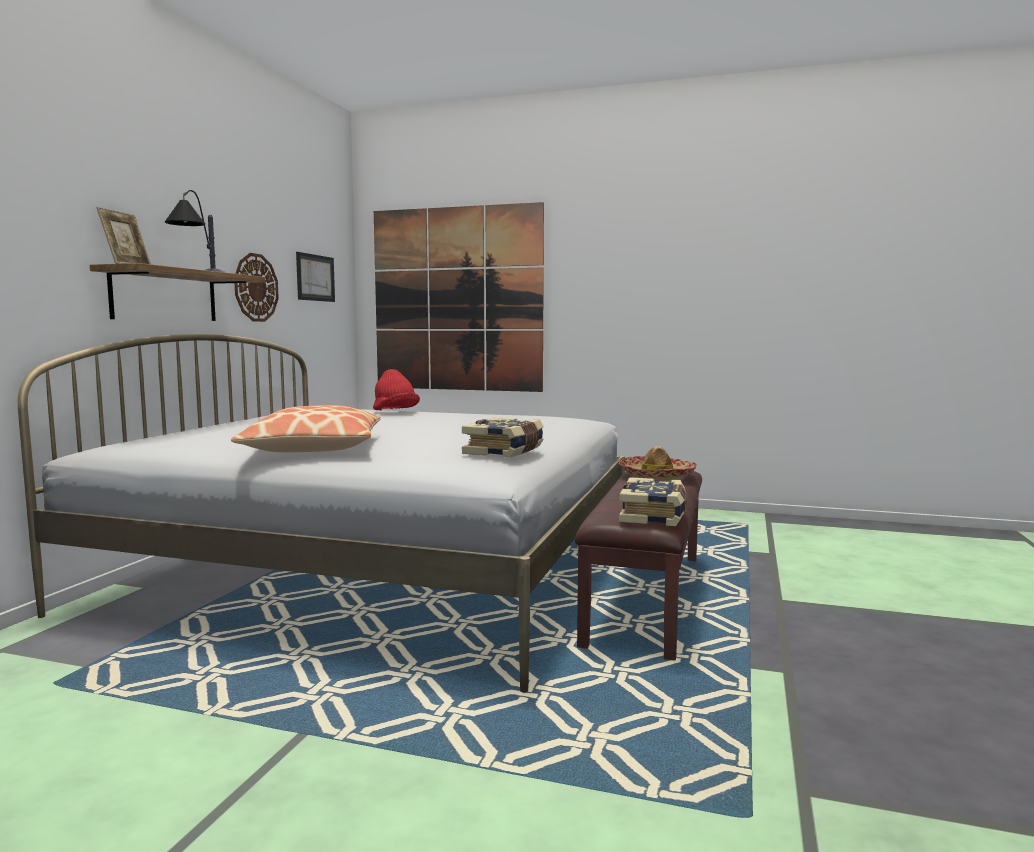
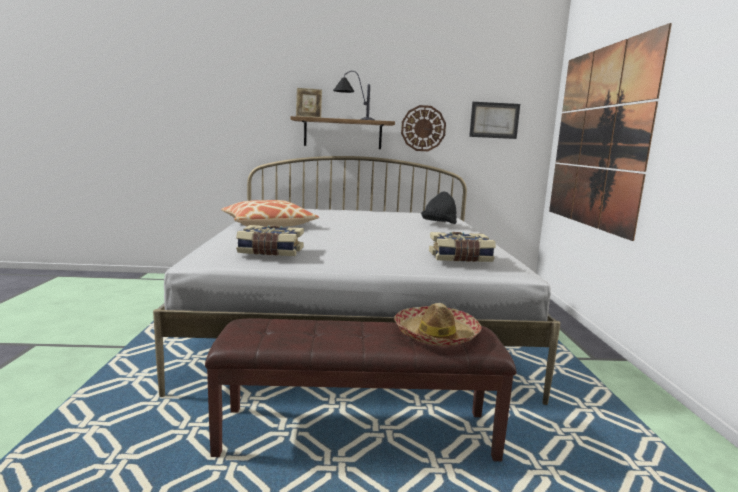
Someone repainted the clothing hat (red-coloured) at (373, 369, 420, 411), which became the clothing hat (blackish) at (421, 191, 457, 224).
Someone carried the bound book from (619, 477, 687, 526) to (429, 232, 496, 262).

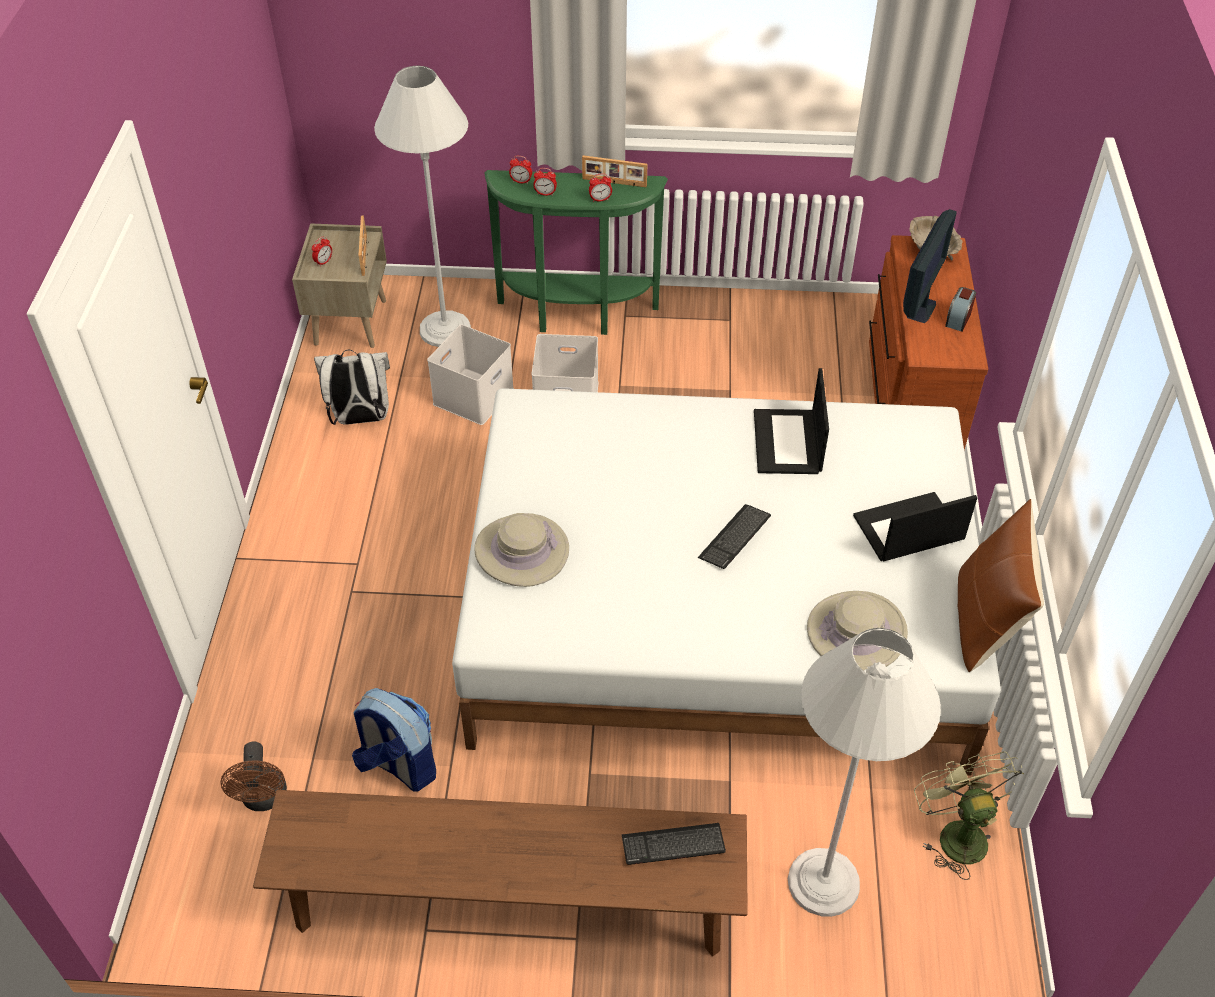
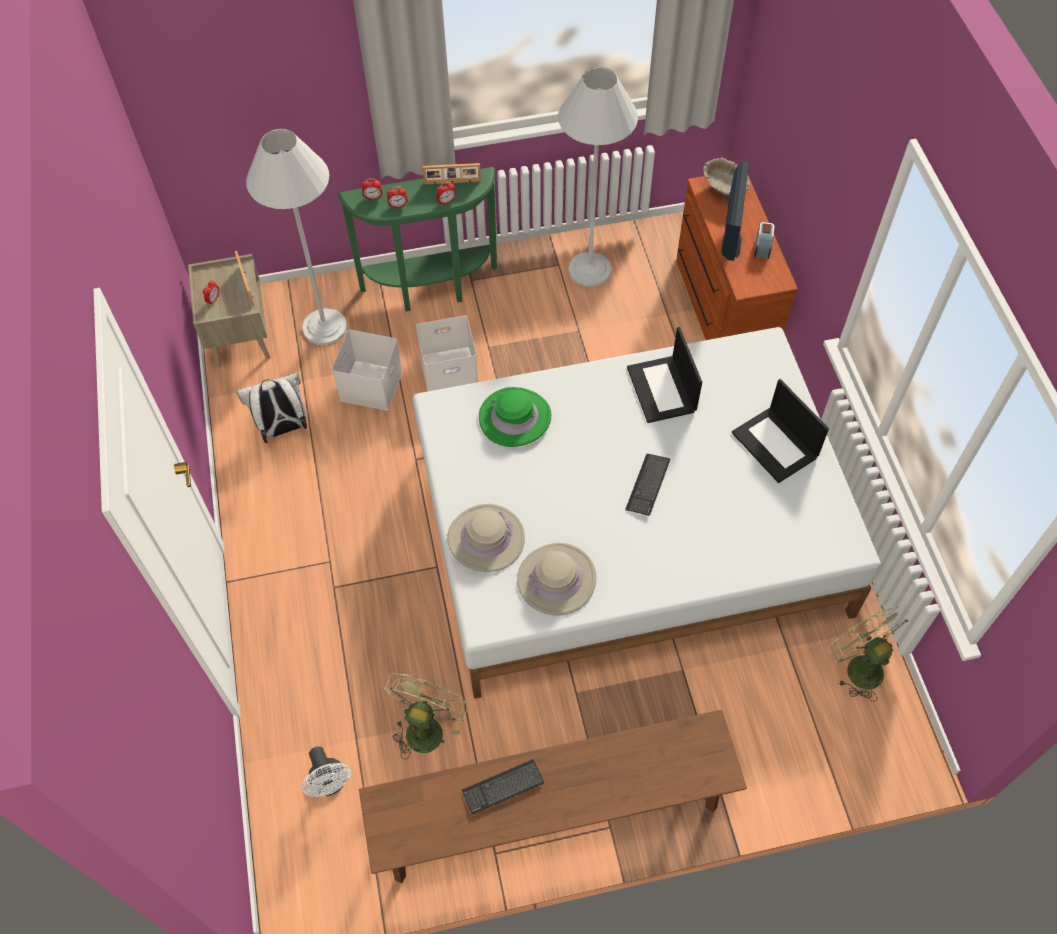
Someone repainted the electric fan (brownish) at (220, 741, 287, 811), which became the electric fan (white) at (302, 746, 351, 797).
Someone swapped the rucksack at (352, 688, 436, 791) for the electric fan (green) at (384, 673, 468, 760).
Someone carried the computer keyboard from (622, 823, 726, 865) to (462, 759, 544, 814).
Someone carried the standard lamp (white) from (788, 628, 941, 917) to (558, 67, 638, 287).
Someone carried the clothing hat (beige-coloured) from (807, 591, 908, 671) to (517, 543, 596, 615).
Someone rotated the notebook computer at (853, 492, 977, 561) by 90 degrees counterclockwise.
Someone took away the pillow (brownish) at (957, 499, 1044, 672).
Someone put down the clothing hat (green) at (479, 387, 551, 447).

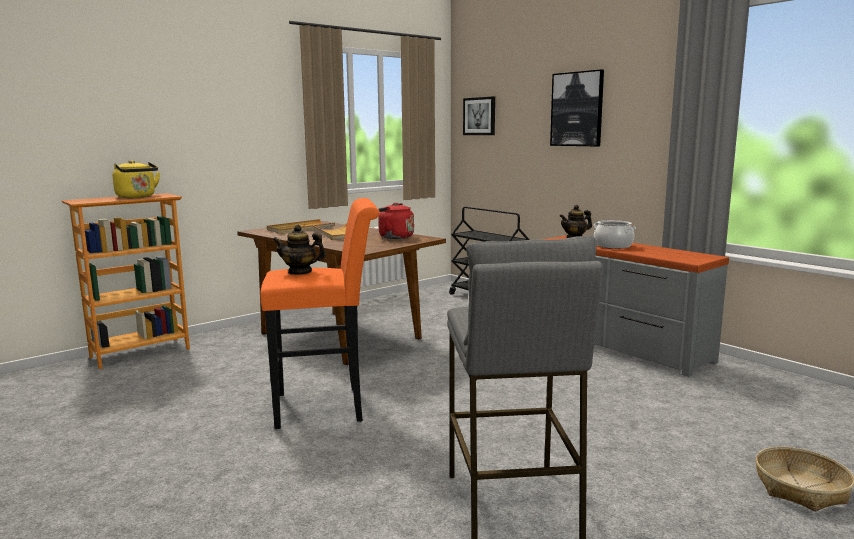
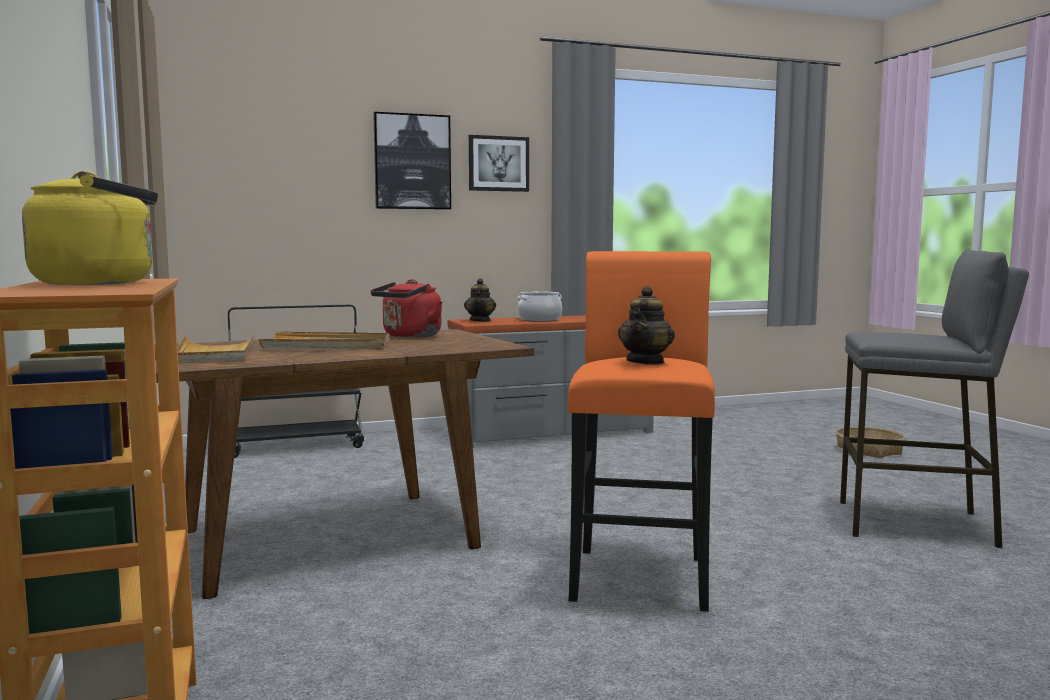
Someone carried the wall picture from (463, 97, 495, 135) to (469, 135, 529, 192).

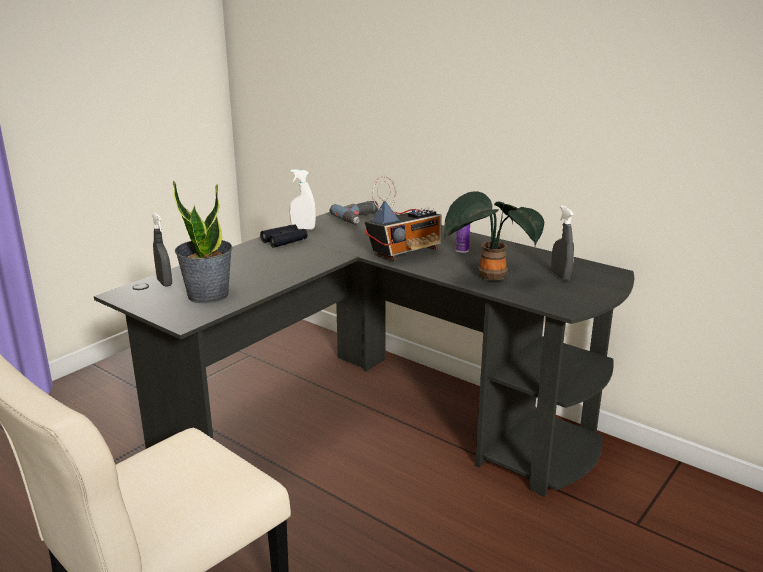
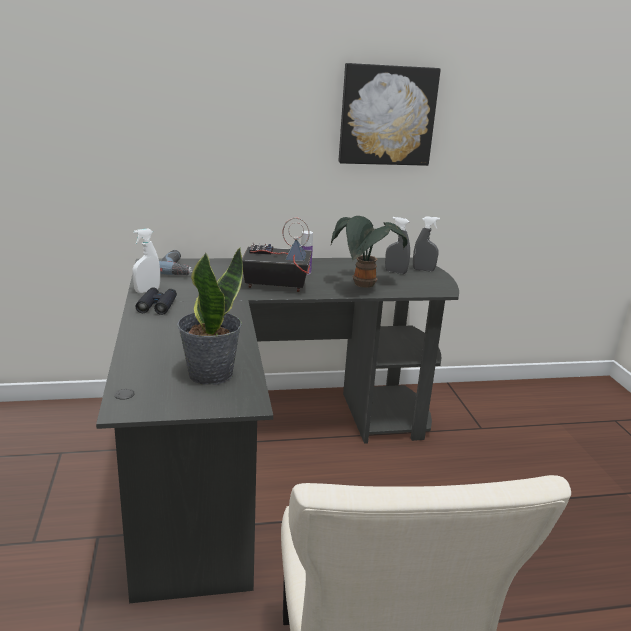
Someone carried the hand sprayer (gray) from (152, 213, 172, 287) to (413, 216, 440, 271).
Someone rotated the radio receiver at (365, 176, 442, 261) by 90 degrees counterclockwise.
Someone put up the wall picture at (339, 63, 441, 166).

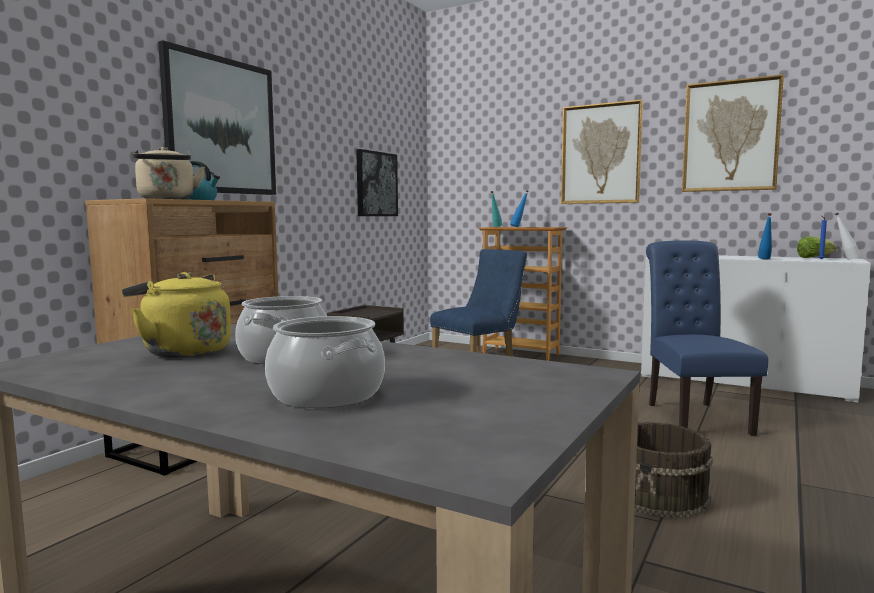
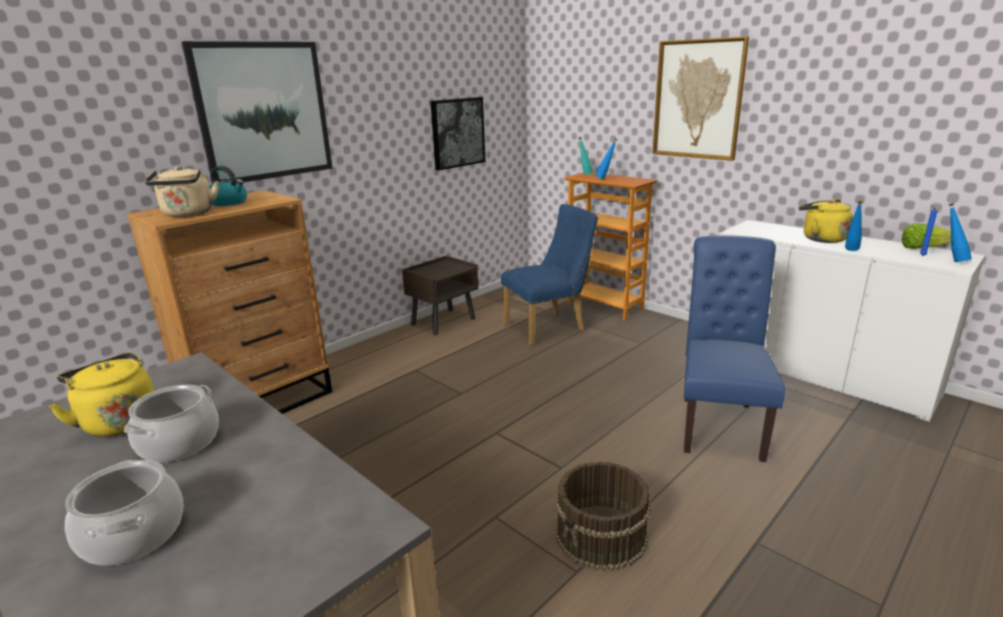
Someone took away the wall picture at (682, 74, 784, 192).
Someone repainted the bottle (white) at (835, 213, 861, 260), which became the bottle (bluish) at (949, 203, 972, 262).
Someone put down the kettle (yellow) at (799, 200, 853, 243).

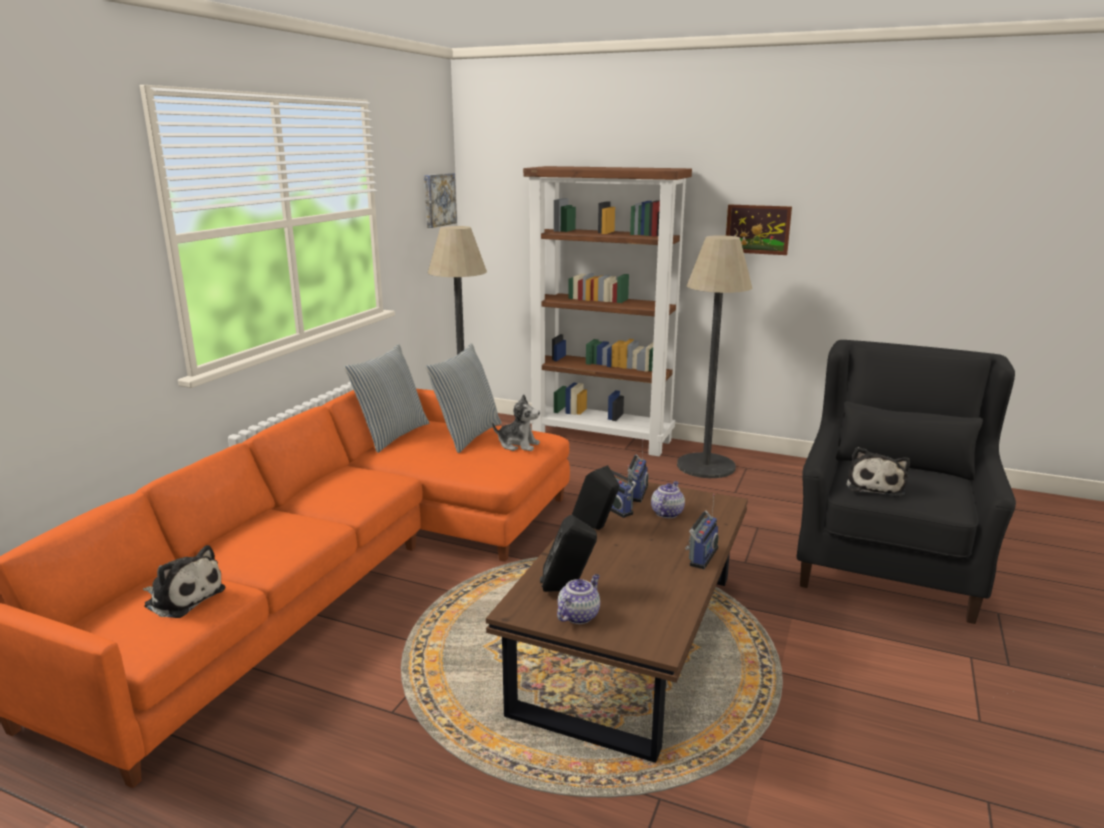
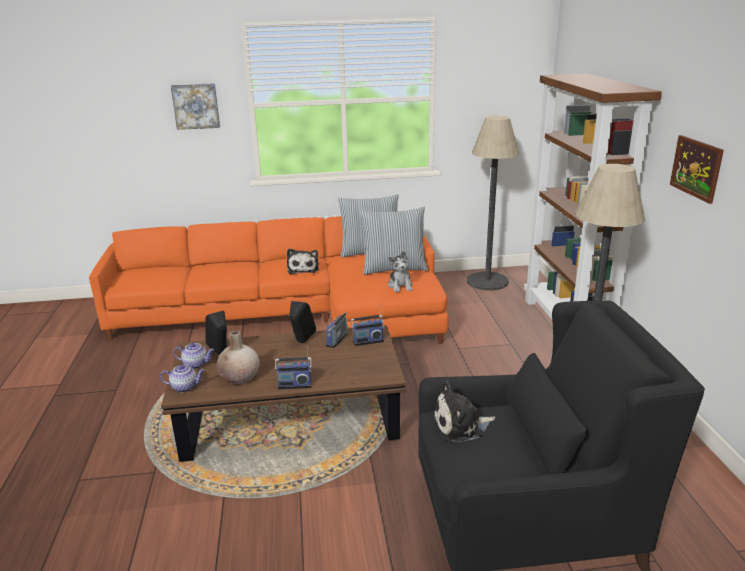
Someone carried the cuddly toy from (143, 545, 225, 618) to (287, 249, 319, 274).
Someone carried the wall picture from (424, 173, 457, 228) to (171, 83, 220, 130).
Someone carried the tea pot from (651, 481, 685, 518) to (160, 365, 205, 393).
Someone put down the vase (beige-coloured) at (217, 331, 260, 384).

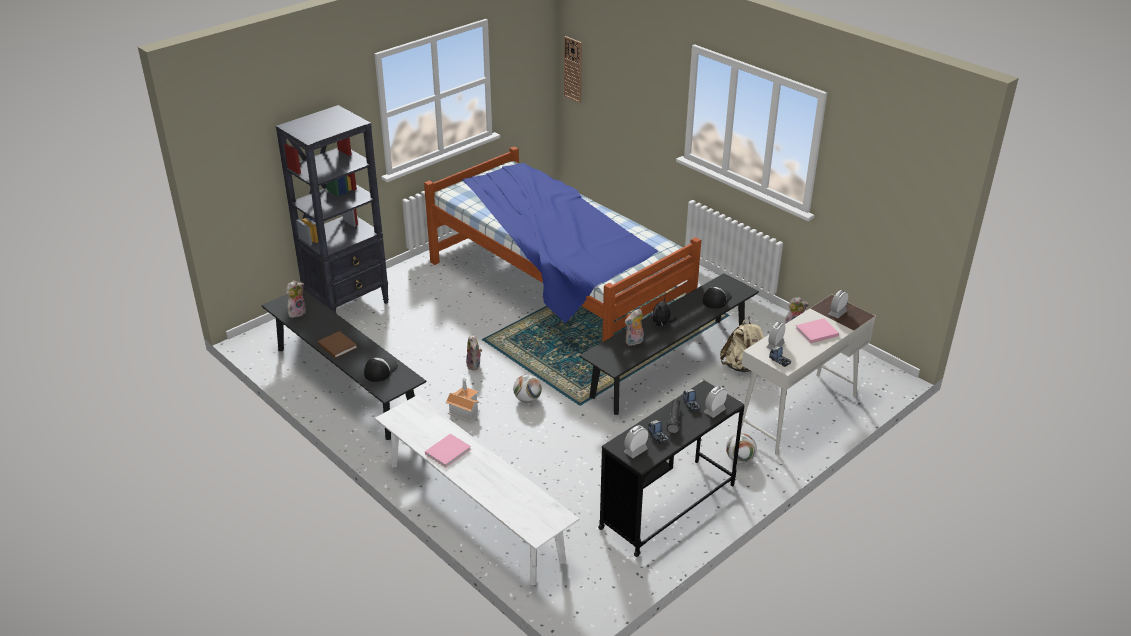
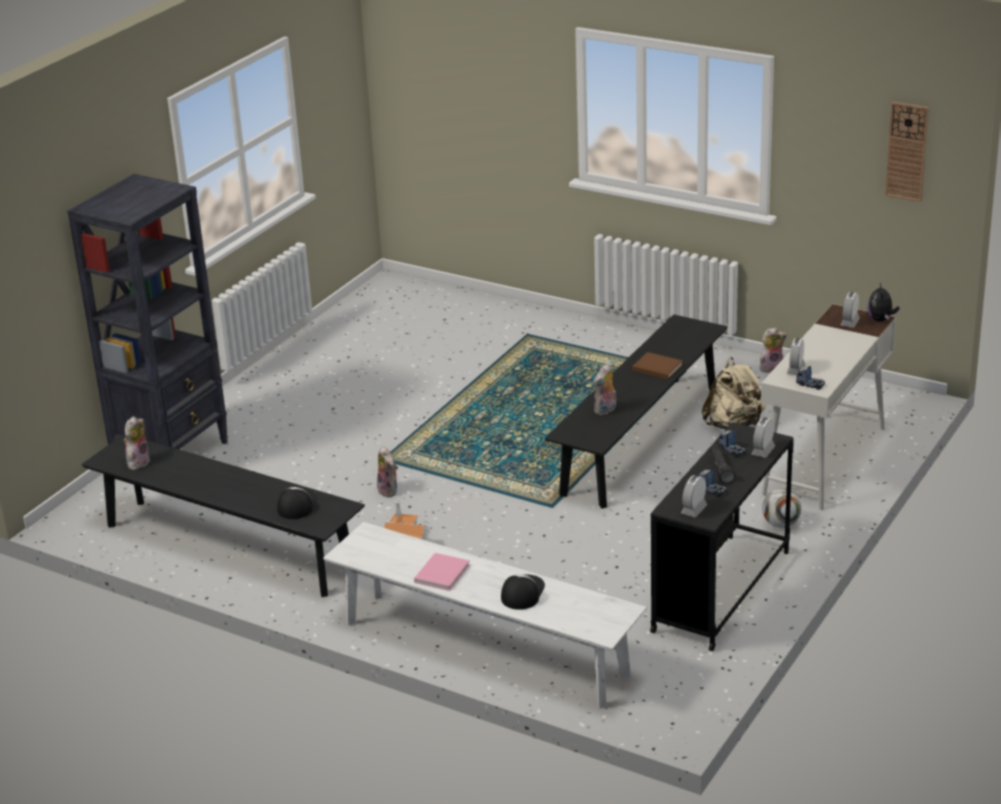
Someone carried the bound book (brownish) from (317, 331, 357, 358) to (632, 352, 683, 379).
Someone took away the bed at (424, 146, 701, 374).
Someone took away the football at (513, 374, 542, 403).
Someone carried the hanging clock from (564, 36, 582, 103) to (885, 102, 929, 202).
Someone carried the cuddly toy from (652, 297, 677, 326) to (868, 283, 900, 322).
Someone carried the baseball cap from (703, 287, 732, 309) to (501, 574, 545, 610).
Someone took away the bound book (pink-coloured) at (795, 318, 839, 344).

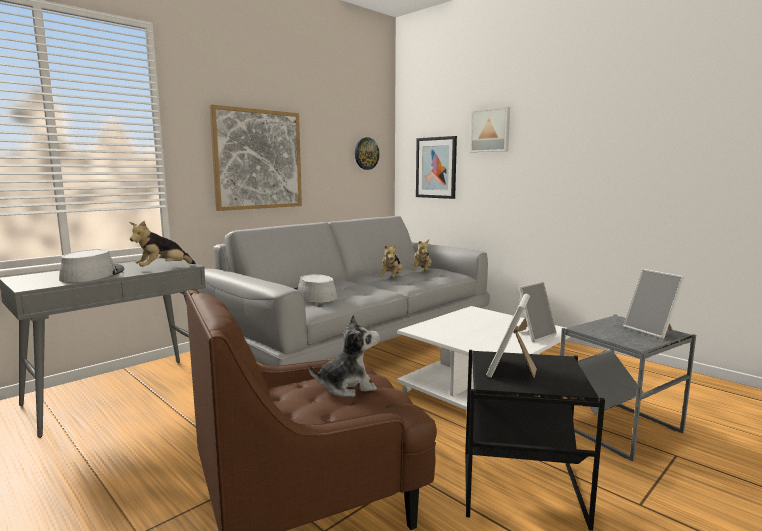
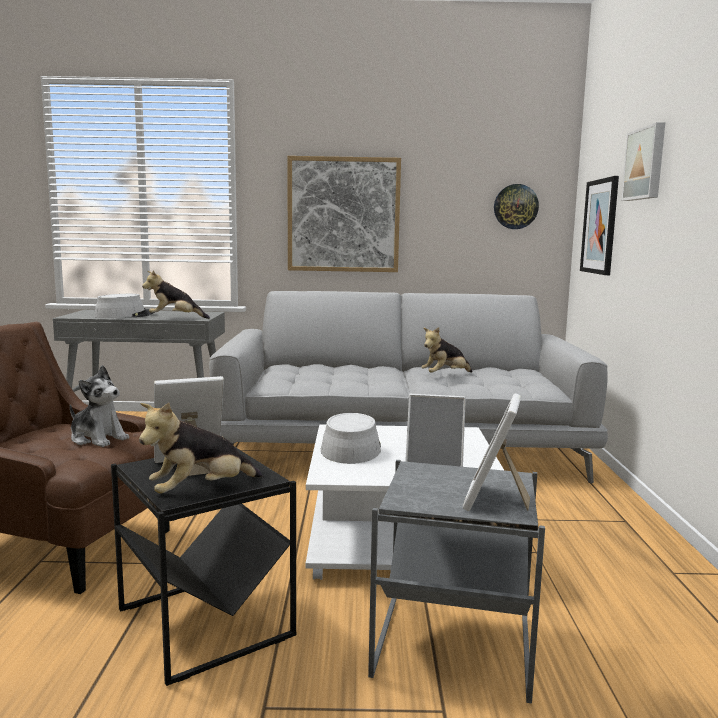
Someone carried the clothing hat (gray) from (294, 274, 337, 303) to (321, 413, 381, 464).
Someone carried the cuddly toy from (411, 240, 432, 271) to (139, 403, 262, 494).

